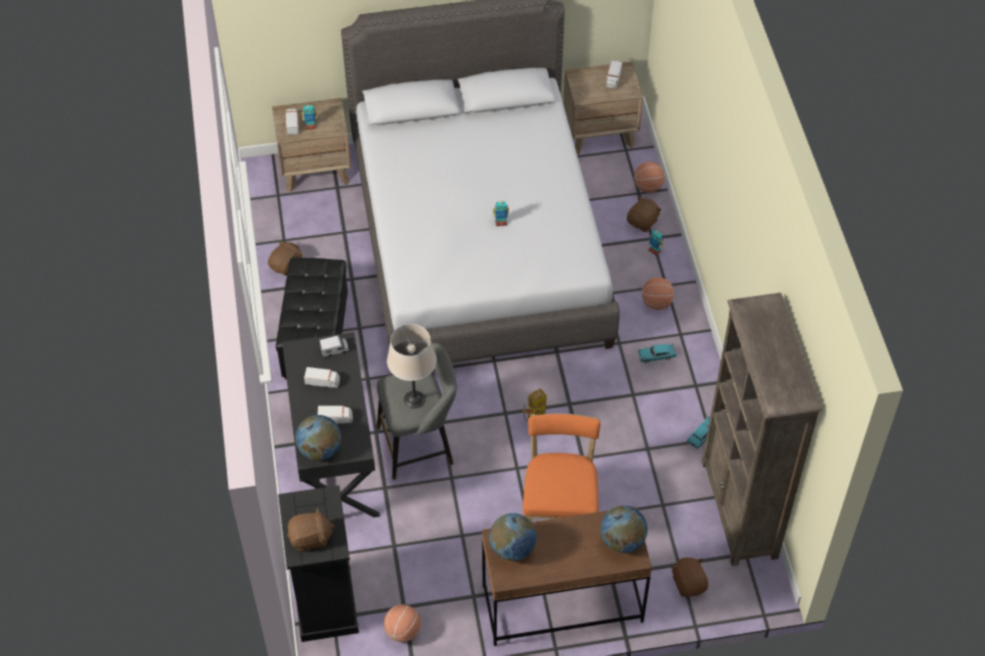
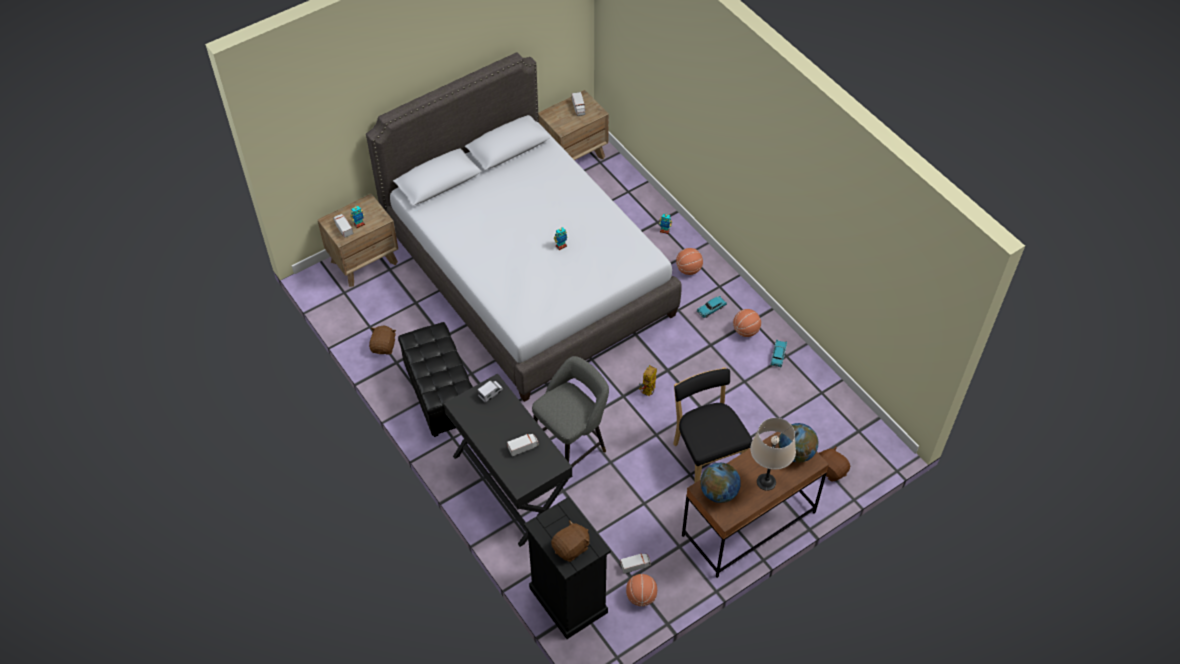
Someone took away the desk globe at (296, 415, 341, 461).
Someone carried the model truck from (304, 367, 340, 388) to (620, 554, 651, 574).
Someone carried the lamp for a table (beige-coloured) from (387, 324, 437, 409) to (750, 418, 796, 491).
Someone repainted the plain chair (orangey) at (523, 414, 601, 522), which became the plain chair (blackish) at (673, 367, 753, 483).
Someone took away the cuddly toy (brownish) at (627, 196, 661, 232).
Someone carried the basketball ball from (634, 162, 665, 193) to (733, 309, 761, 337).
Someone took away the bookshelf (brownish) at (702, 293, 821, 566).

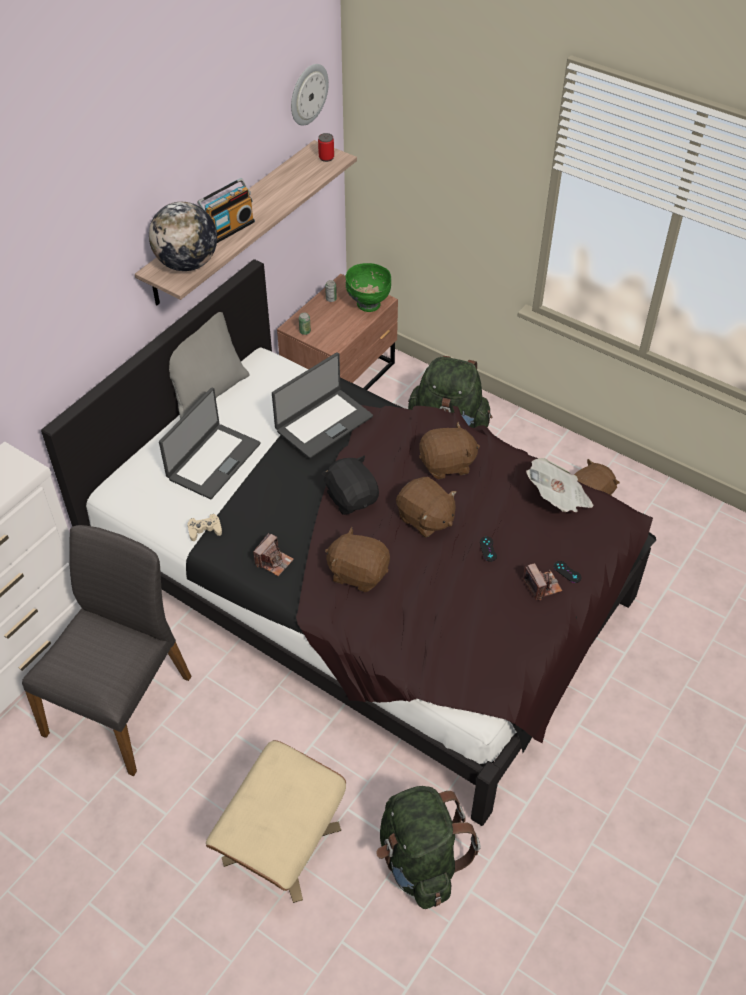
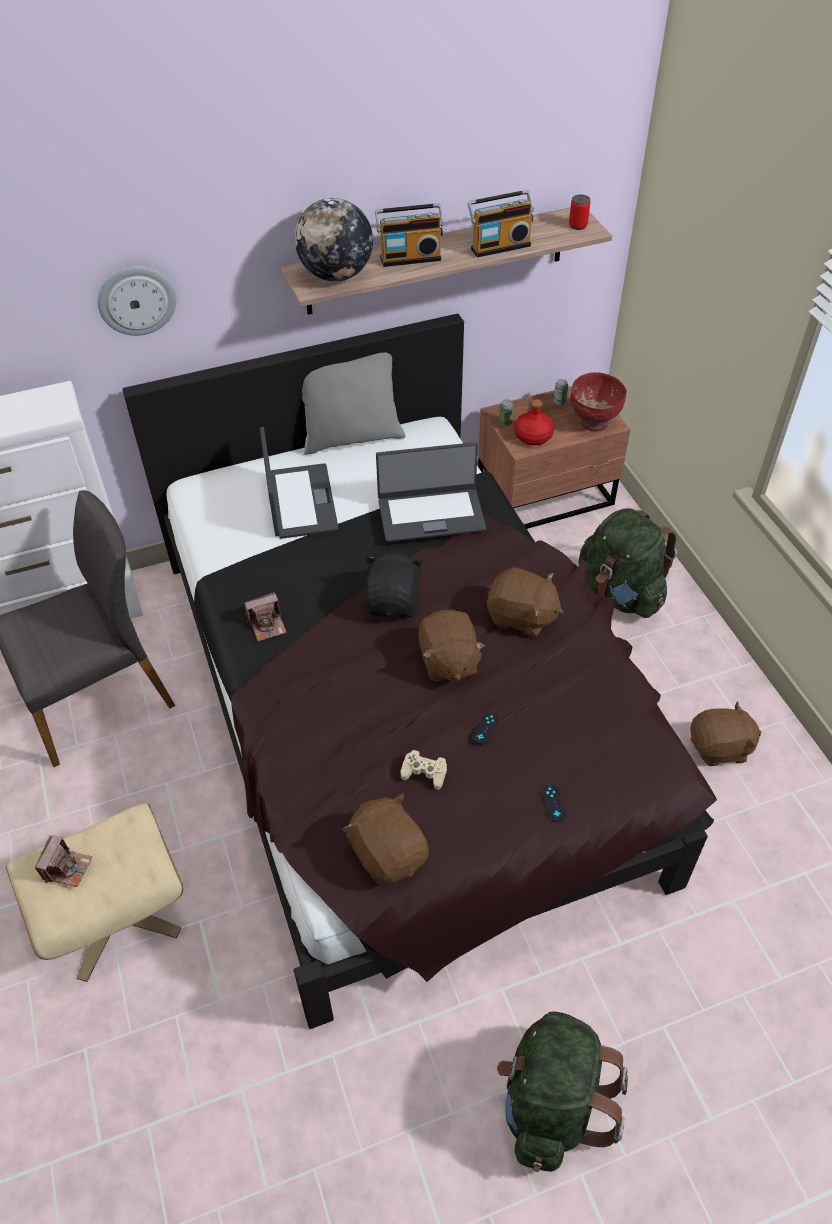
Someone rotated the notebook computer at (159, 388, 261, 499) by 75 degrees counterclockwise.
Someone carried the game controller (beige-coloured) from (187, 514, 222, 541) to (401, 750, 447, 790).
Someone carried the hanging clock from (291, 64, 329, 126) to (98, 266, 177, 336).
Someone carried the cuddly toy (brownish) from (325, 527, 390, 592) to (343, 794, 429, 885).
Someone repainted the serving bowl (green) at (346, 263, 391, 312), which became the serving bowl (red-coloured) at (570, 372, 627, 432).
Someone carried the rucksack (green) from (377, 786, 481, 909) to (497, 1011, 628, 1172).
Someone carried the still camera from (523, 563, 562, 600) to (35, 835, 92, 887).
Someone took away the daily paper at (526, 458, 594, 512).
Someone put down the radio receiver at (468, 190, 534, 258).
Someone put down the bottle (red-coloured) at (514, 399, 554, 445).

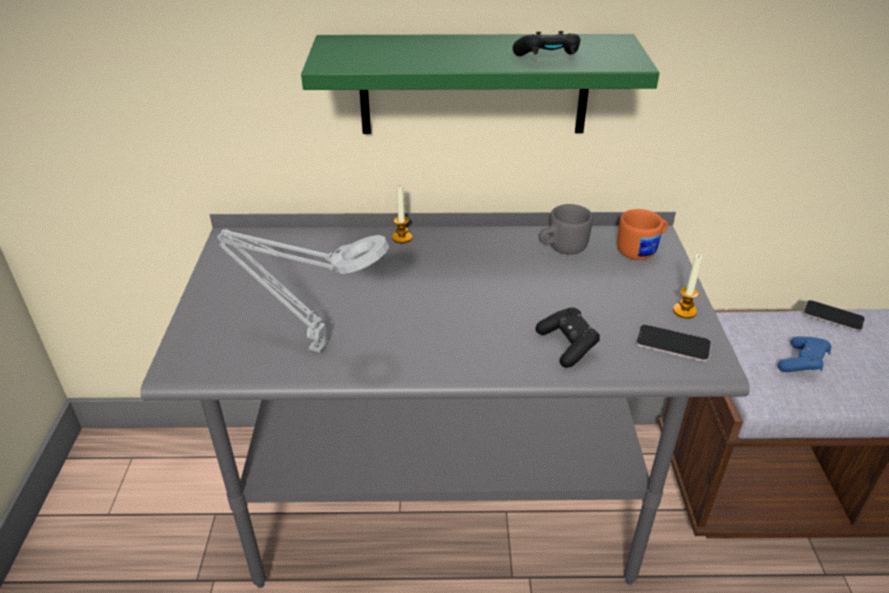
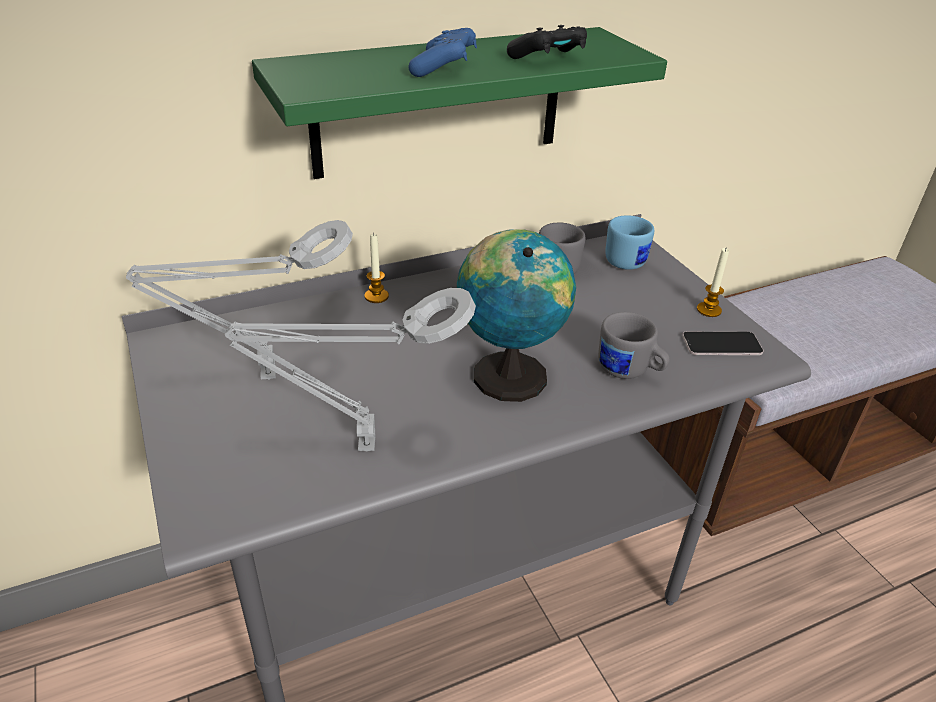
Someone swapped the game controller (blackish) at (536, 307, 600, 368) for the tea mug (gray) at (598, 312, 670, 379).
Someone repainted the tea mug (orangey) at (617, 209, 668, 260), which became the tea mug (bluish) at (605, 215, 654, 270).
Someone carried the game controller (bluish) from (778, 337, 831, 372) to (408, 28, 477, 77).
Someone took away the phone at (803, 300, 865, 332).
Someone put down the lamp for a table (gray) at (126, 220, 353, 380).
Someone put down the desk globe at (457, 229, 576, 402).

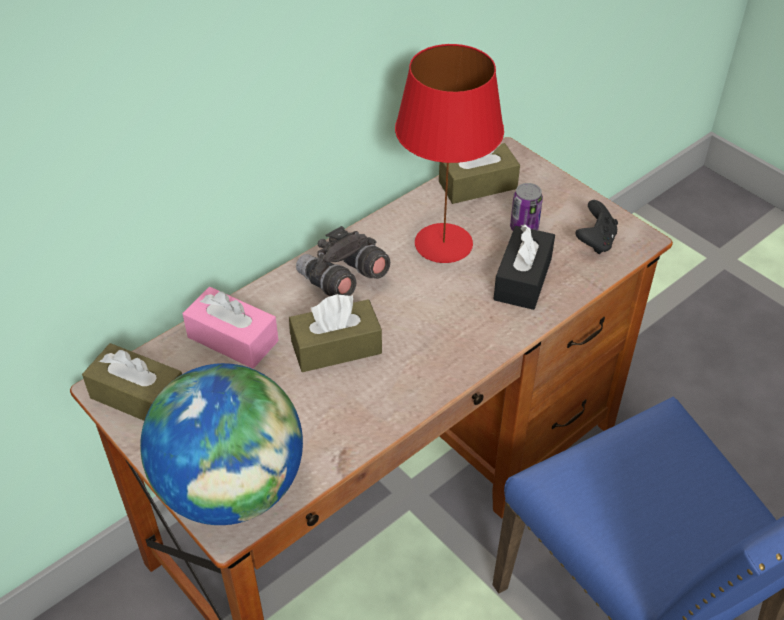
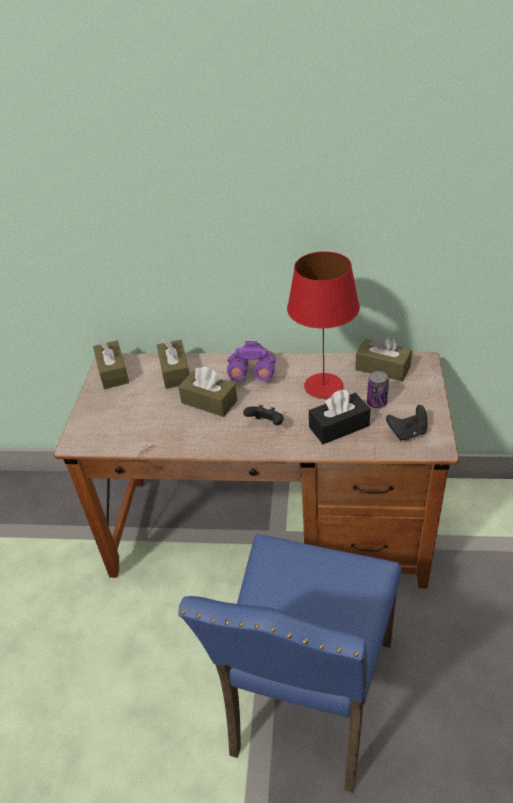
Someone took away the desk globe at (140, 363, 303, 525).
Someone repainted the box of tissues (pink-coloured) at (182, 287, 279, 369), which became the box of tissues (brownish) at (157, 339, 189, 389).
Someone repainted the field glasses (gray) at (296, 226, 390, 296), which became the field glasses (purplish) at (227, 341, 276, 381).
Someone put down the game controller (blackish) at (243, 405, 284, 425).

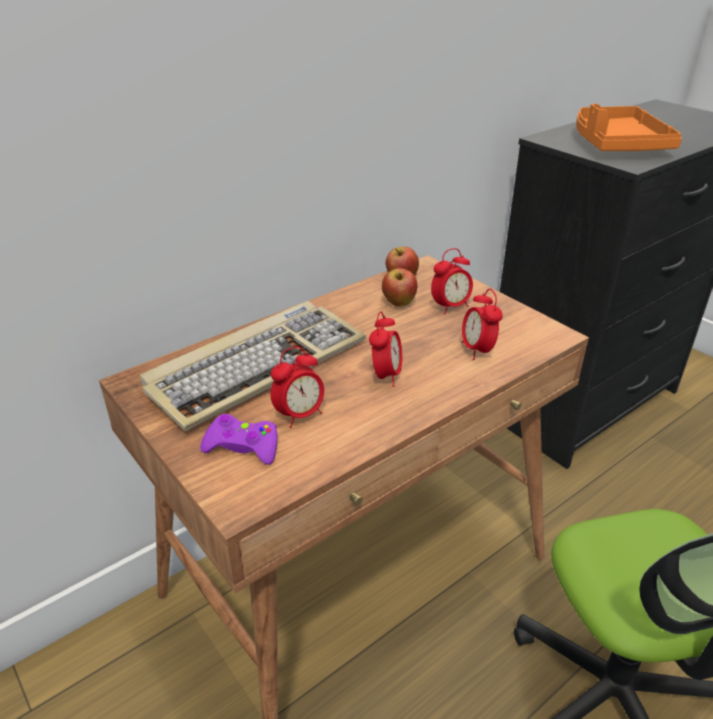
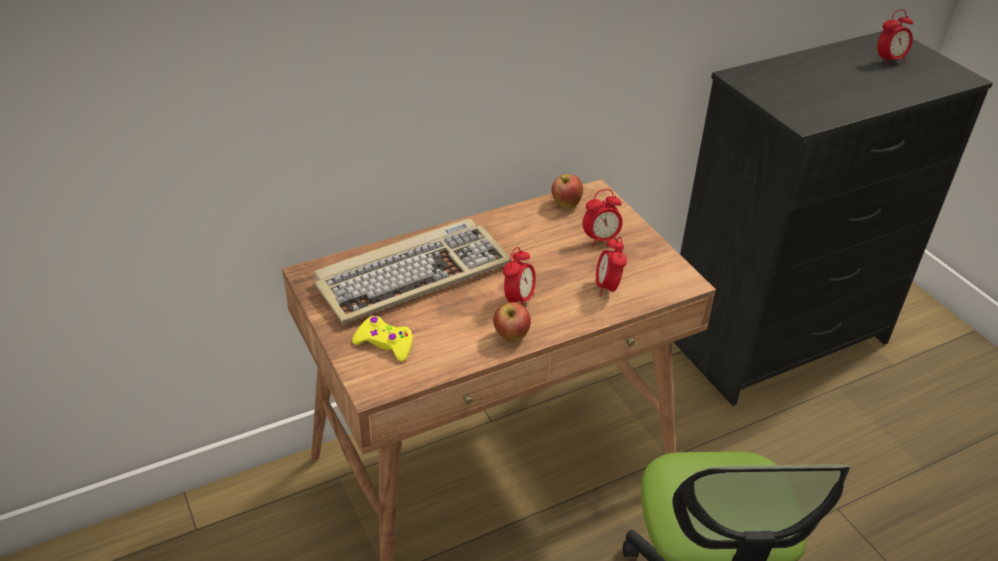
Someone repainted the game controller (purplish) at (200, 414, 277, 465), which became the game controller (yellow) at (352, 316, 413, 362).
Someone carried the alarm clock from (271, 346, 324, 428) to (877, 9, 913, 66).
Someone carried the apple from (382, 268, 418, 307) to (493, 302, 531, 342).
Someone took away the carrying tray (orangey) at (576, 104, 682, 151).

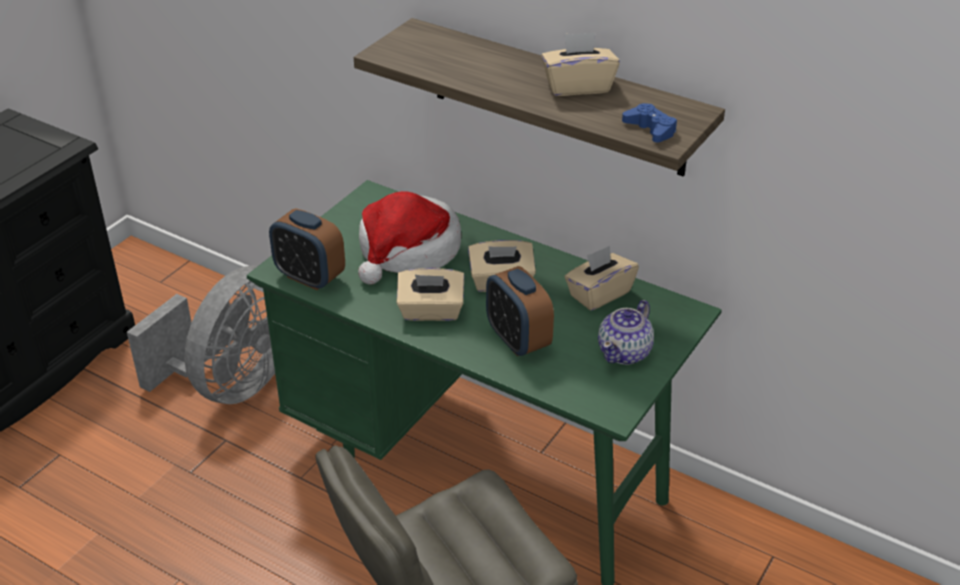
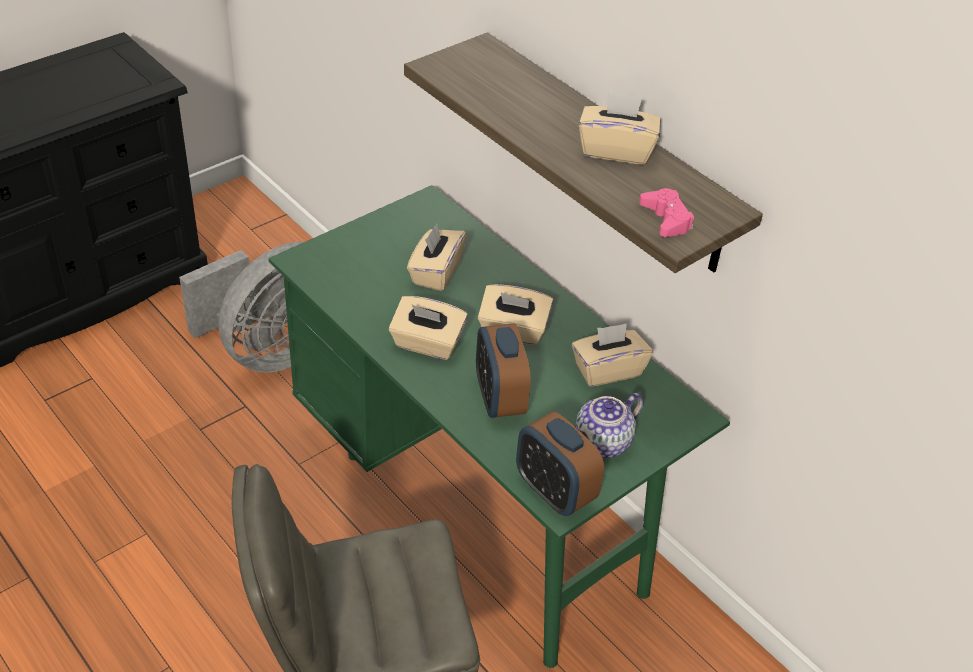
Someone carried the alarm clock from (269, 208, 345, 290) to (516, 412, 604, 516).
Someone swapped the clothing hat at (358, 191, 461, 285) for the box of tissues (beige-coloured) at (407, 223, 466, 291).
Someone repainted the game controller (bluish) at (622, 103, 677, 142), which became the game controller (pink-coloured) at (639, 188, 694, 237).

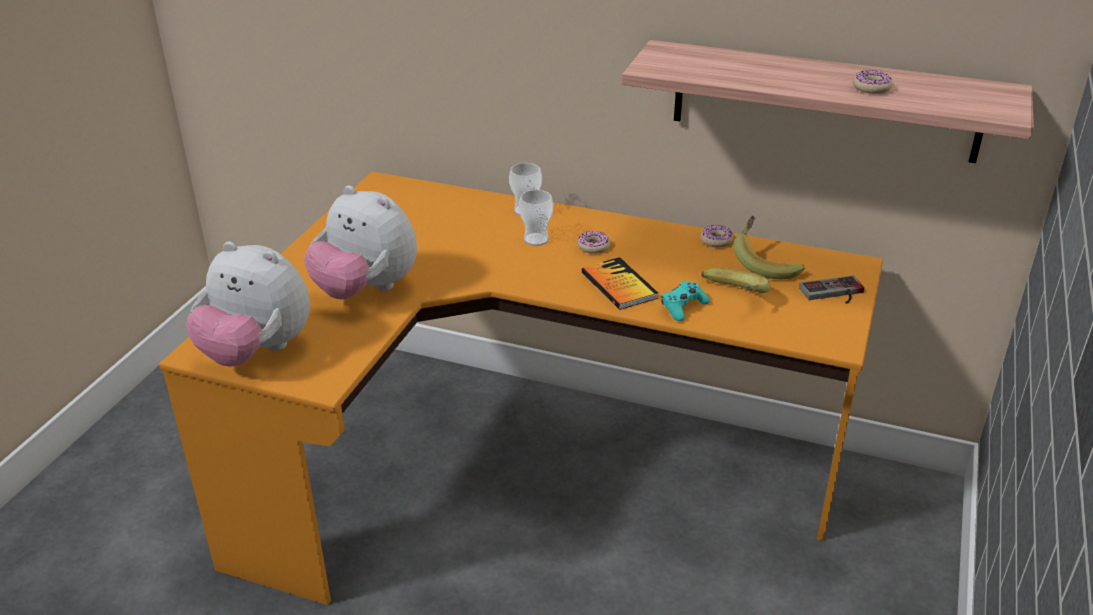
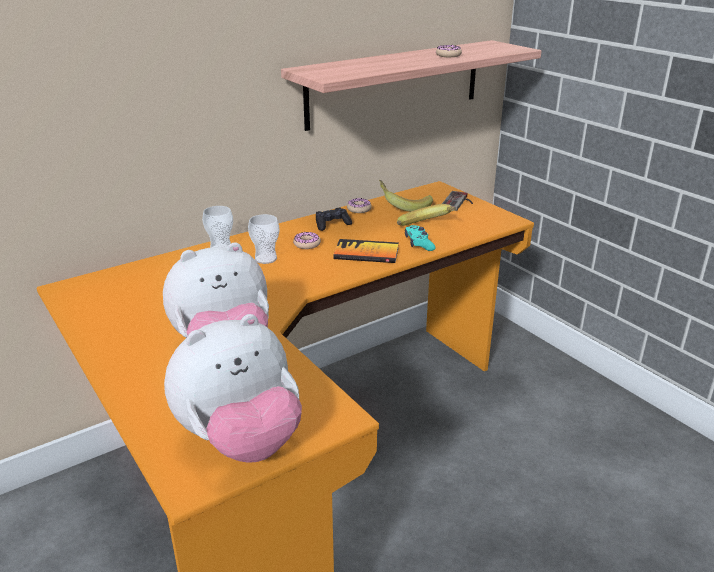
Someone put down the game controller (blackish) at (316, 208, 352, 231).

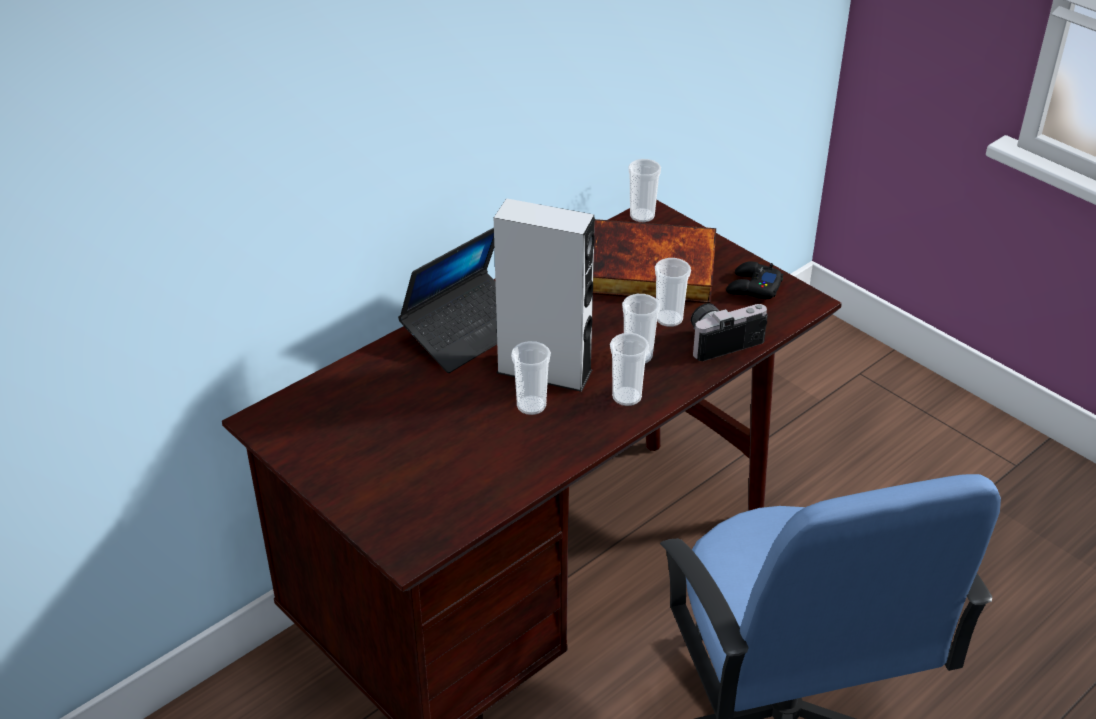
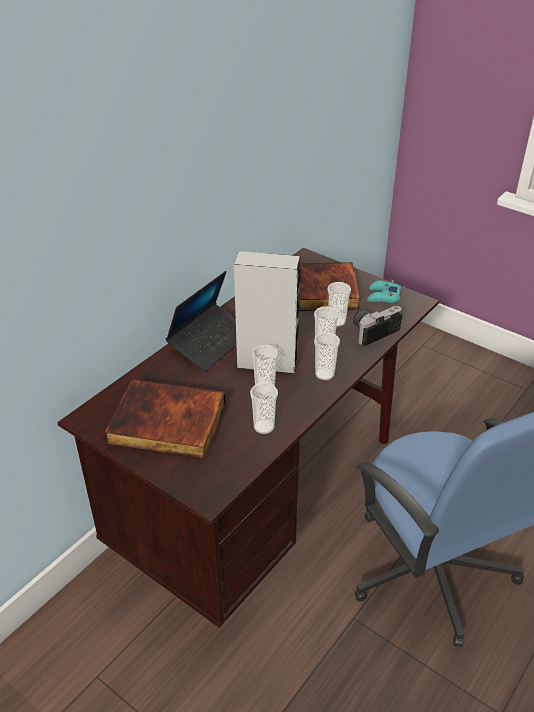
Someone carried the small cup from (629, 159, 661, 222) to (250, 383, 278, 434).
Someone repainted the game controller (blackish) at (726, 261, 783, 299), which became the game controller (turquoise) at (367, 280, 401, 303).
Someone put down the bound book at (105, 379, 226, 460).

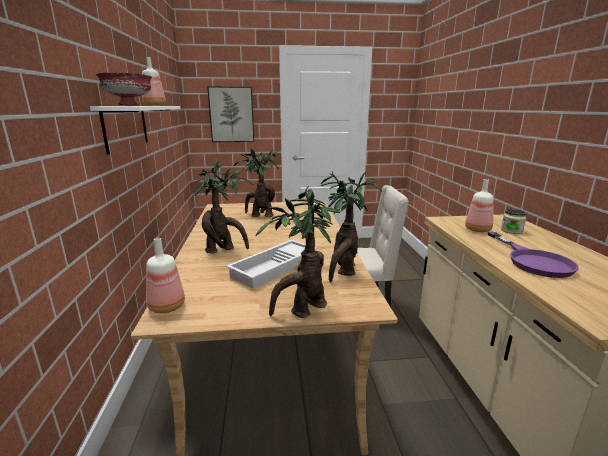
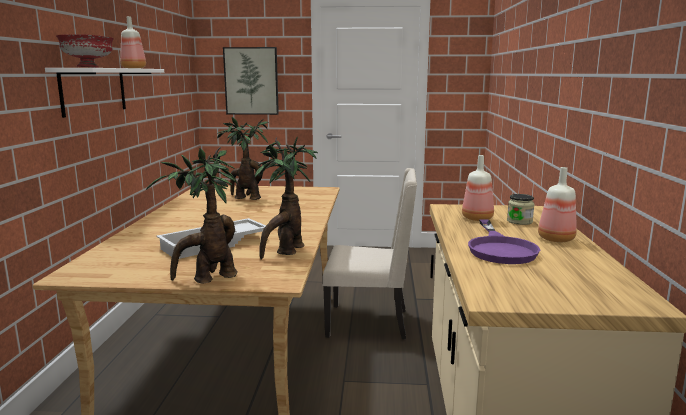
Someone carried the bottle from (146, 238, 185, 313) to (538, 167, 577, 242).
Someone took away the plant in a pot at (194, 159, 255, 254).

